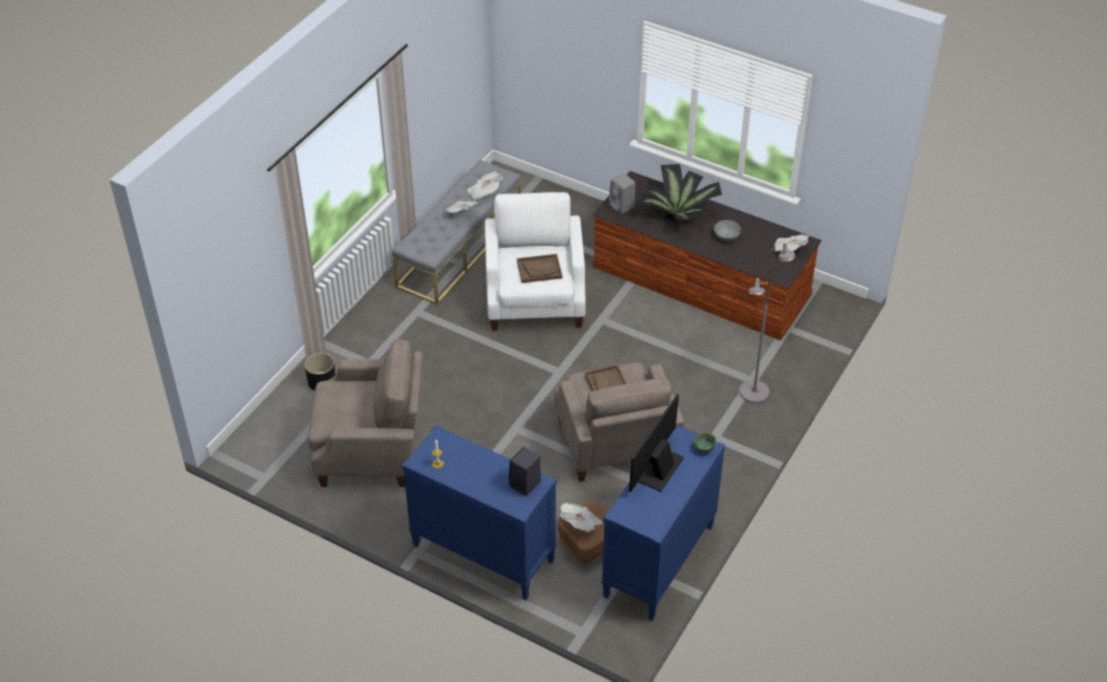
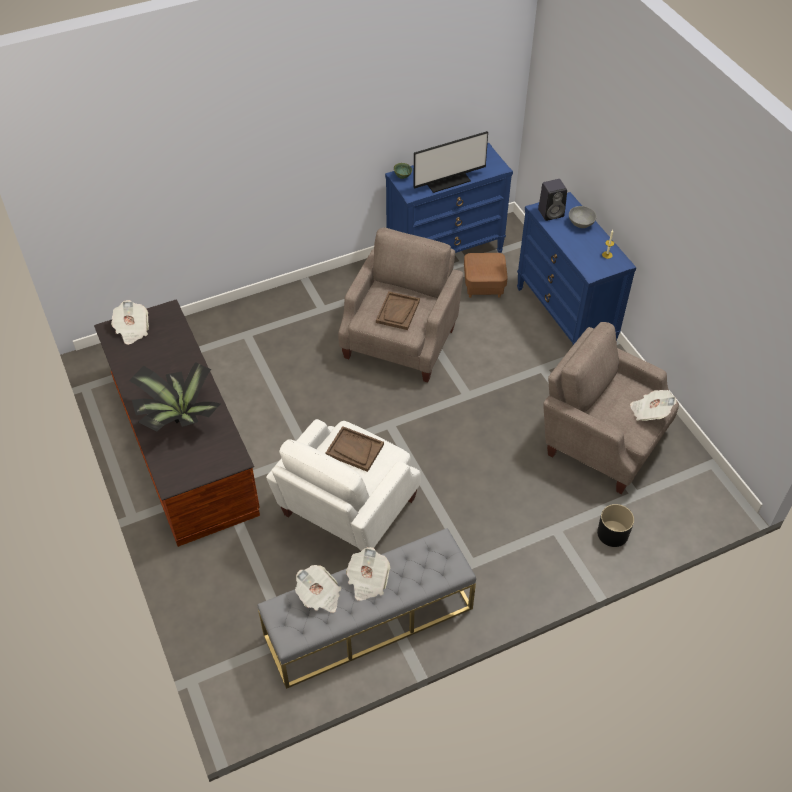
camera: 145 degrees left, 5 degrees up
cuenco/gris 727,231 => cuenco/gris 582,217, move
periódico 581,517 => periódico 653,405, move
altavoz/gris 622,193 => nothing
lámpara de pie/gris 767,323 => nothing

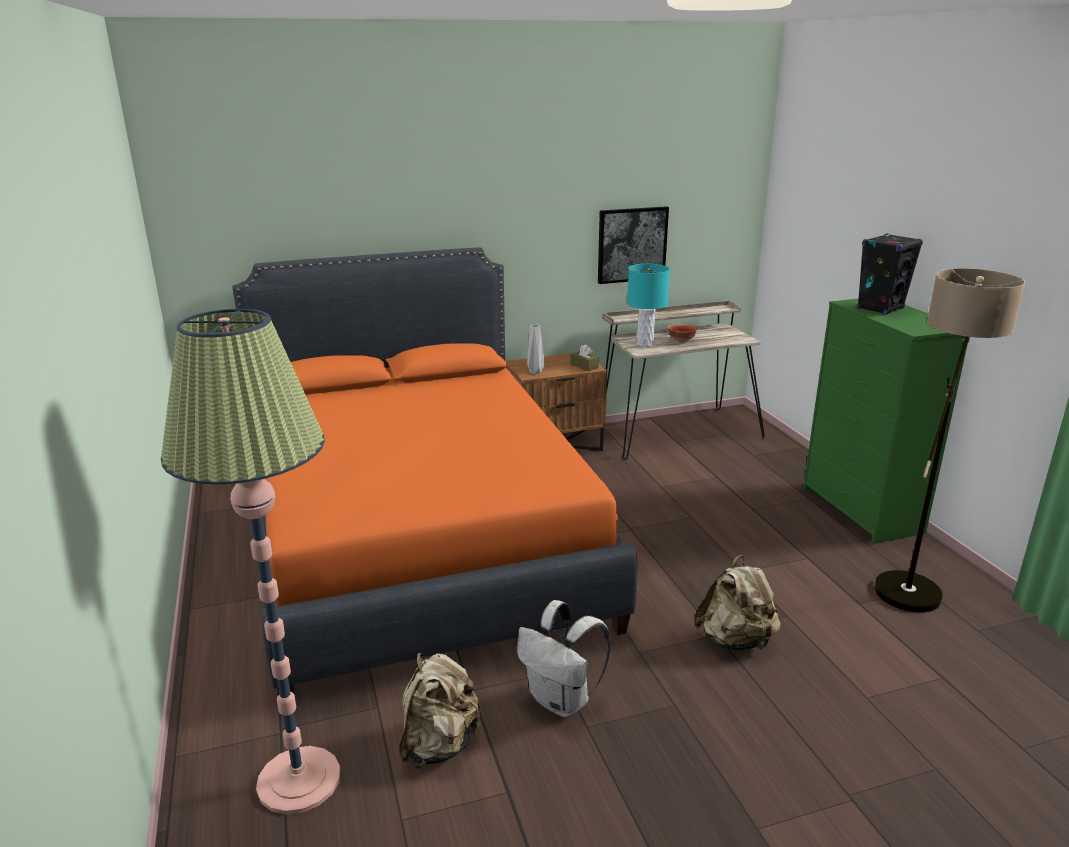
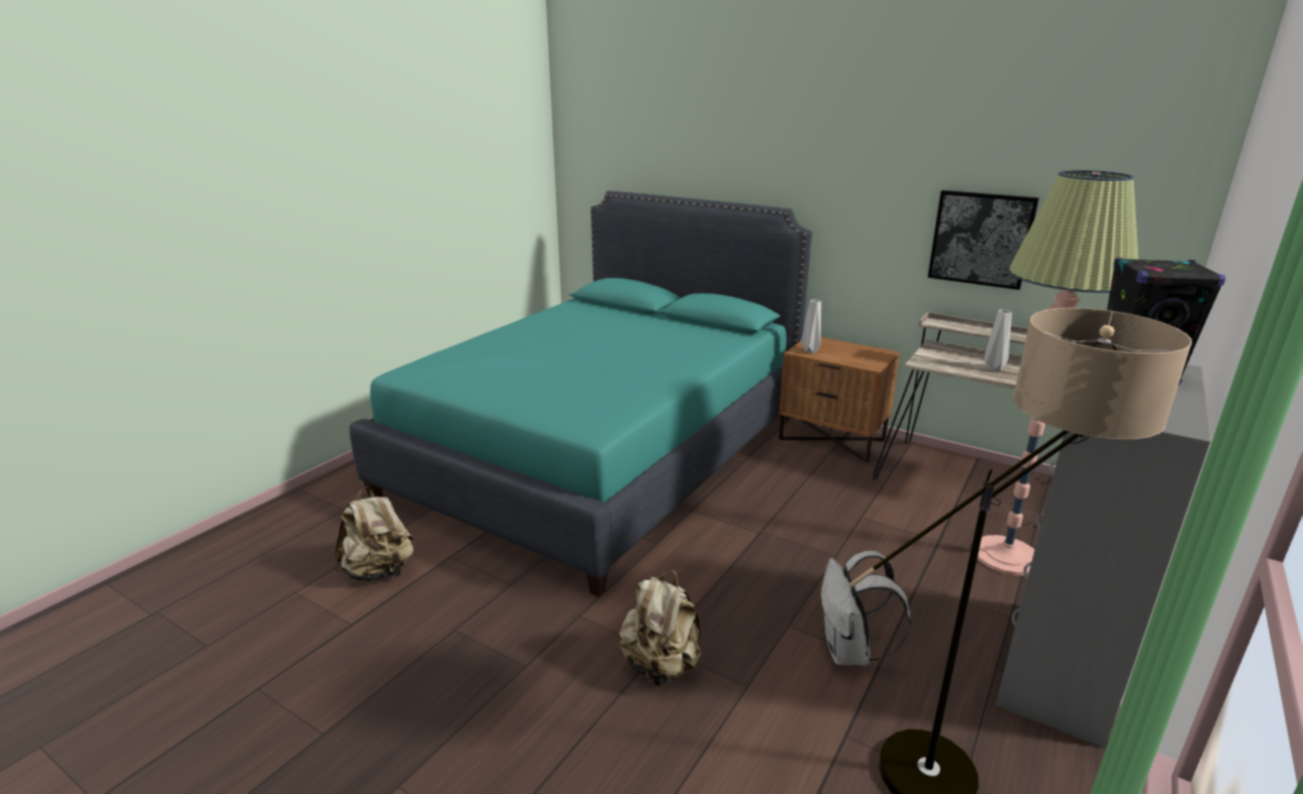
camera: 50 degrees right, 0 degrees up
cama/naranja 435,471 => cama/turquesa 580,394
mochila/blanco 564,659 => mochila/blanco 866,608, move
lámpara de pie 250,562 => lámpara de pie 1057,373, move
cuenco 682,333 => florero/gris 998,340
cómoda/verde 886,421 => cómoda/gris 1103,556
caja de pañuelos/marrón 584,357 => nothing
lámpara de mesa/turquesa 648,305 => nothing

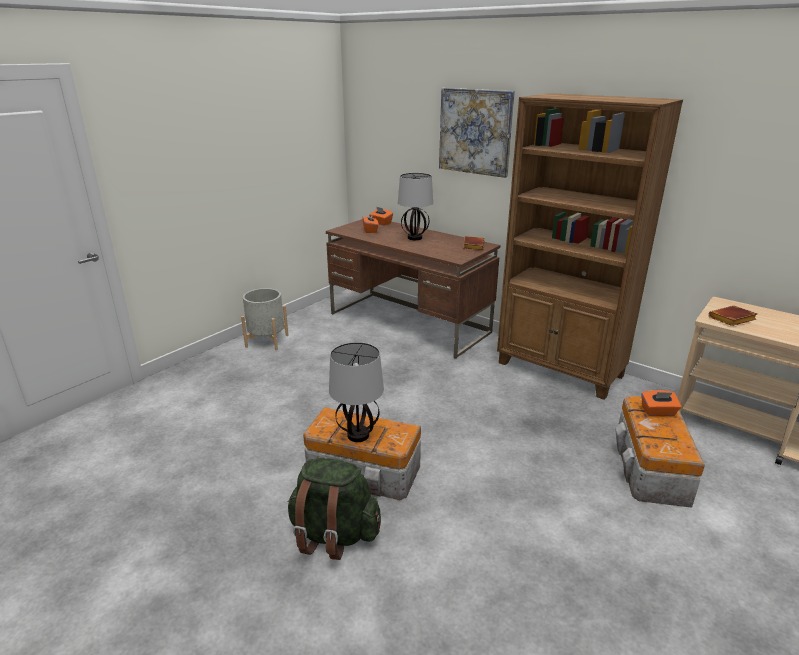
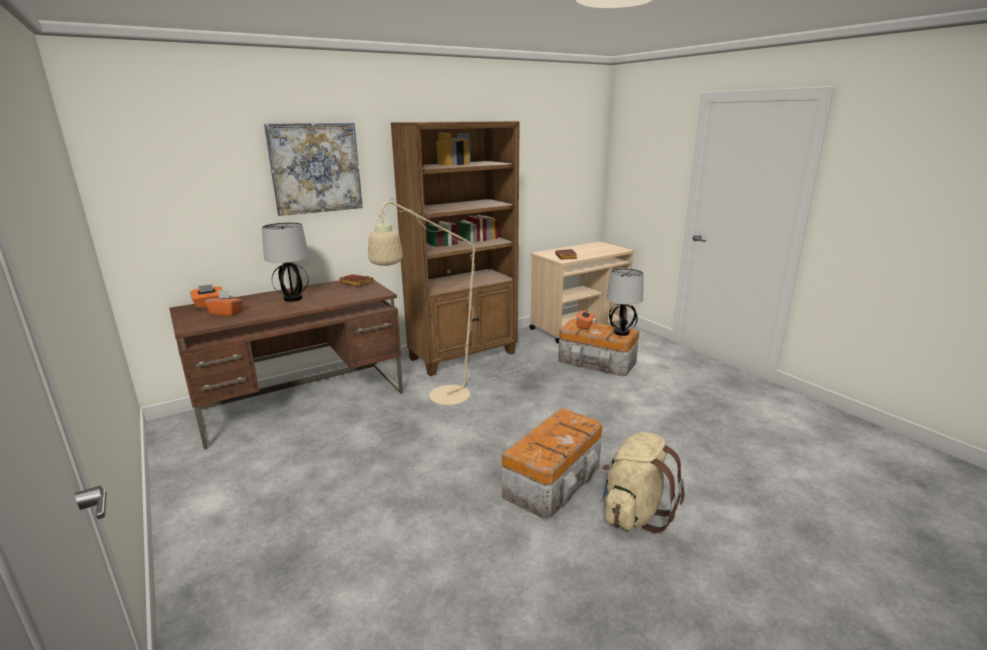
camera: 70 degrees left, 5 degrees down
nothing => lámpara de pie/beis 450,302
mochila/verde 334,509 => mochila/beis 643,482
lámpara de mesa 356,392 => lámpara de mesa 624,302, move
maceta/gris 265,319 => nothing

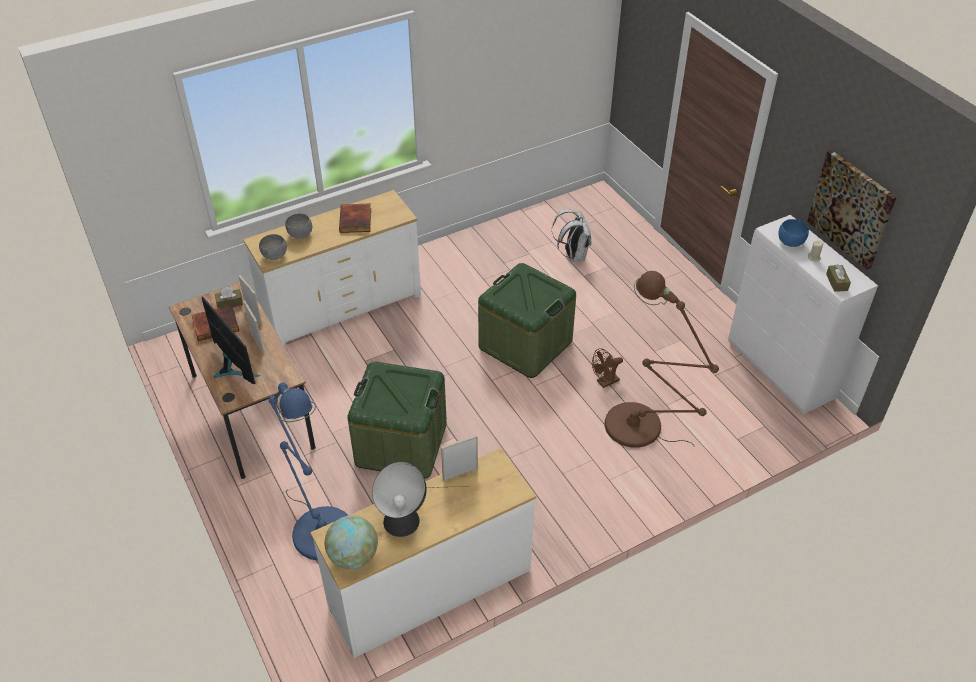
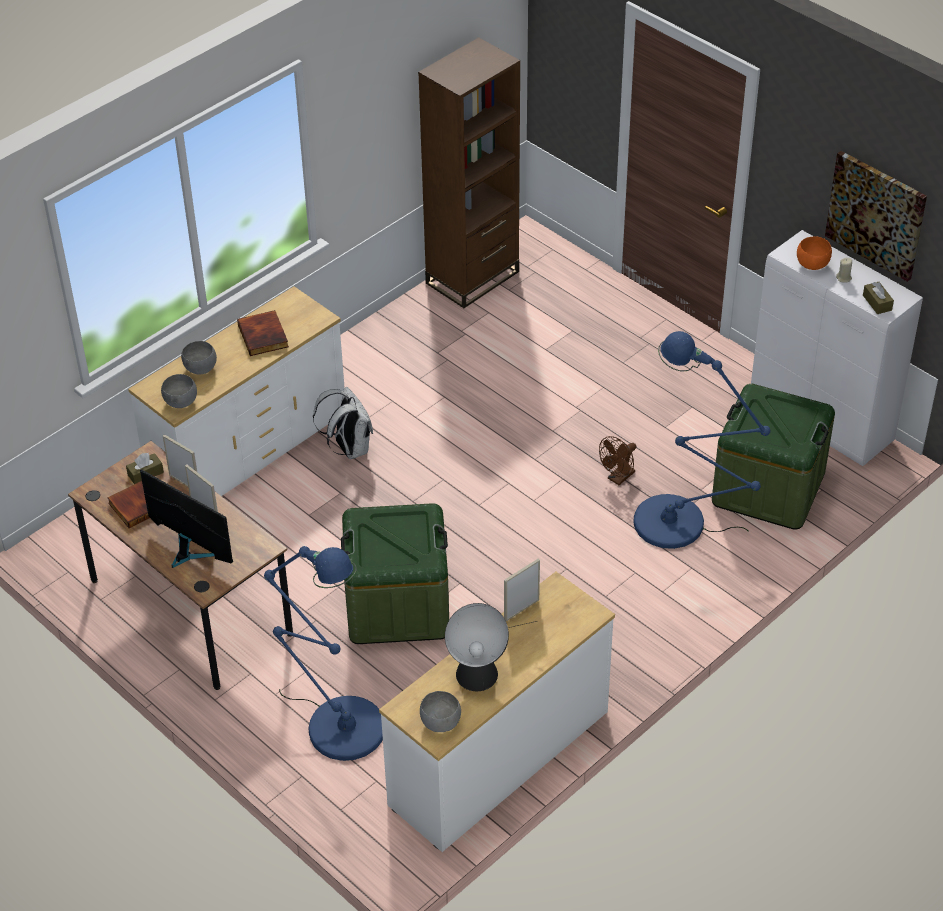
camera: 15 degrees left, 0 degrees up
mochila/blanco 571,235 => mochila/blanco 343,423, move
nothing => estantería/marrón 469,172
globo terráqueo 351,542 => cuenco/gris 440,711
lámpara de pie/marrón 662,359 => lámpara de pie/azul 702,440
caja de almacenaje/verde 527,320 => caja de almacenaje/verde 773,457, move
cuenco/azul 793,233 => cuenco/naranja 814,253

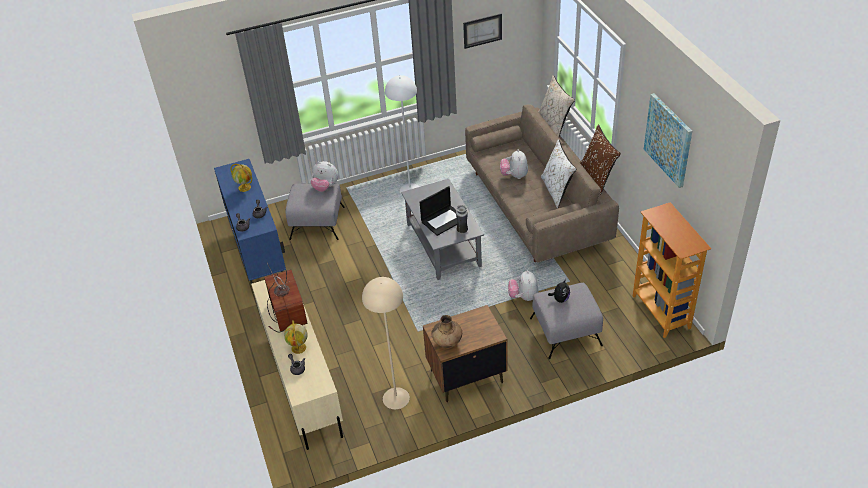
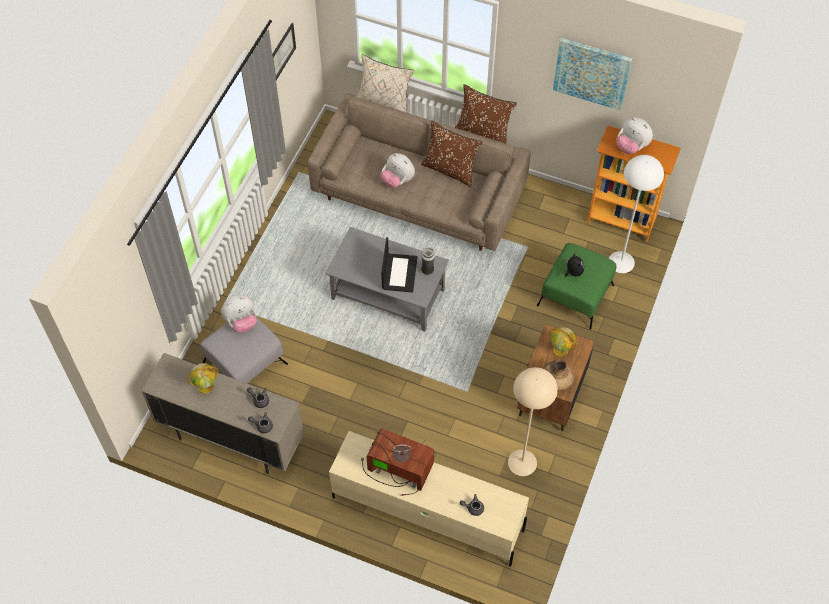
camera: 50 degrees left, 15 degrees up
armario/azul 250,221 => armario/beis 223,413
cojín/blanco 558,173 => cojín/marrón 451,153
puf/gris 566,321 => puf/verde 576,286
globo terráqueo 295,337 => globo terráqueo 563,341, move
lámpara de pie/blanco 402,134 => lámpara de pie/blanco 636,214, move
peluche 523,285 => peluche 634,135, move

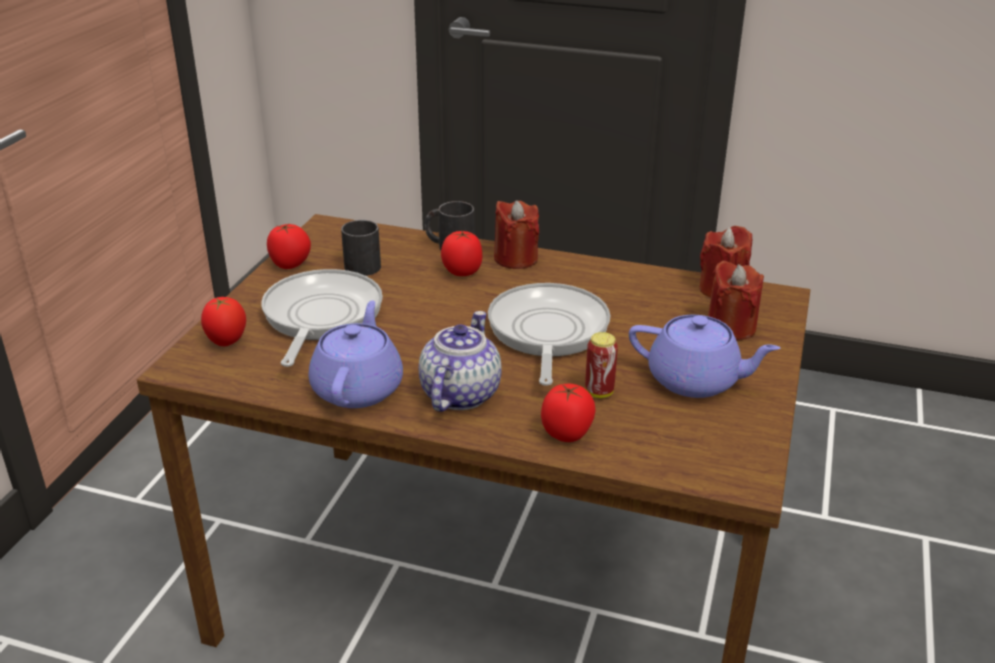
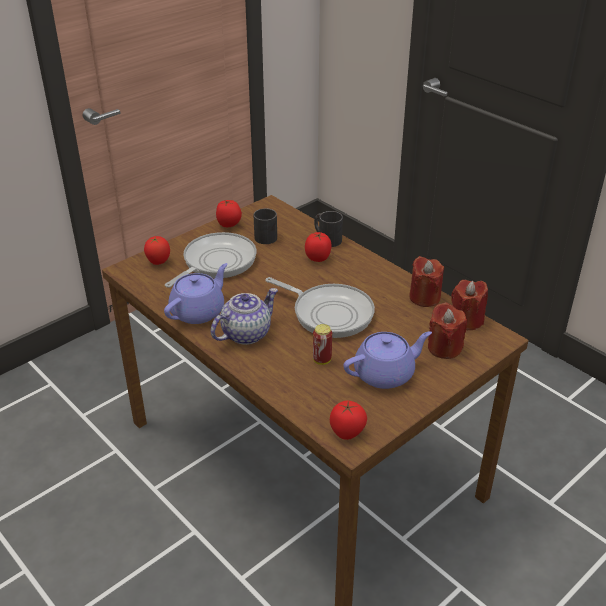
camera: 30 degrees right, 5 degrees up
sartén 549,334 => sartén 320,307, 90 degrees clockwise
tomate 568,413 => tomate 348,420, move
tetera/morado 704,356 => tetera/morado 387,360, 75 degrees counterclockwise
vela/rojo 516,234 => vela/rojo 426,281, move

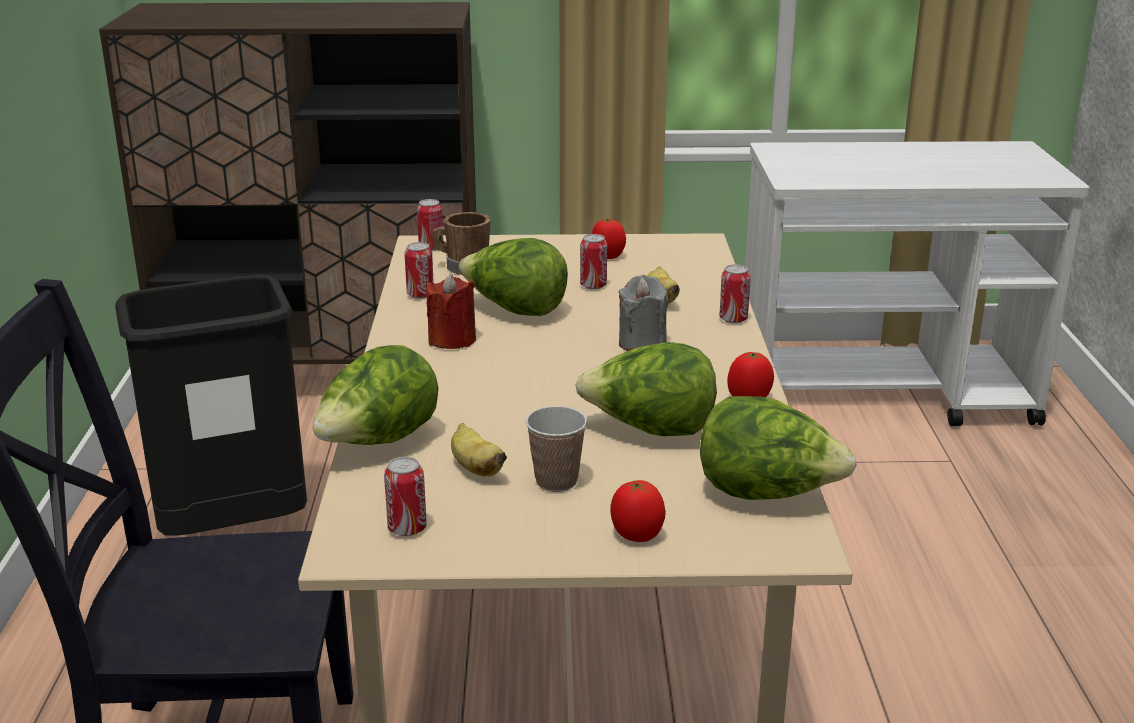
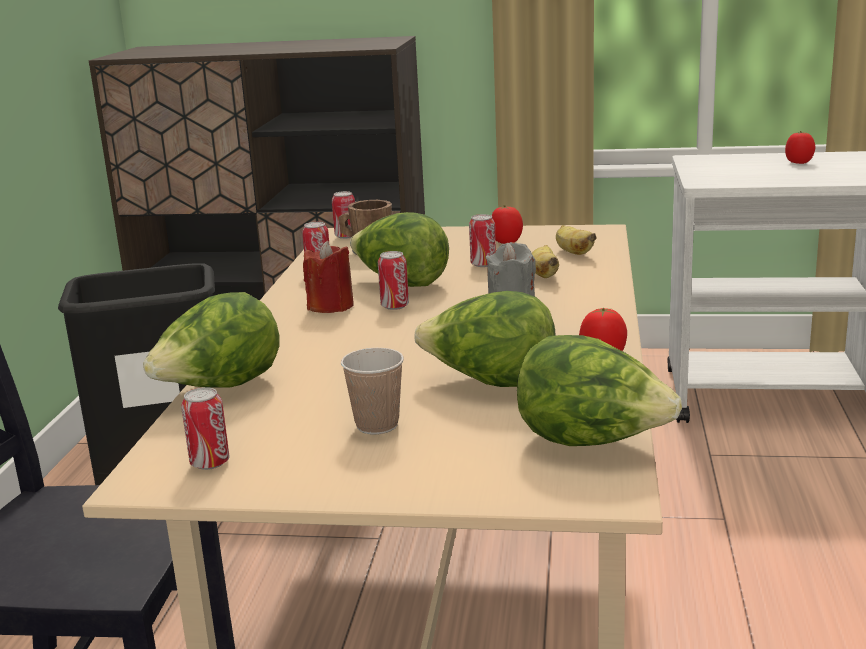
camera: 10 degrees right, 5 degrees down
lata 735,294 => lata 393,280, move
plátano 479,450 => plátano 576,240, move
tomate 638,511 => tomate 800,147, move

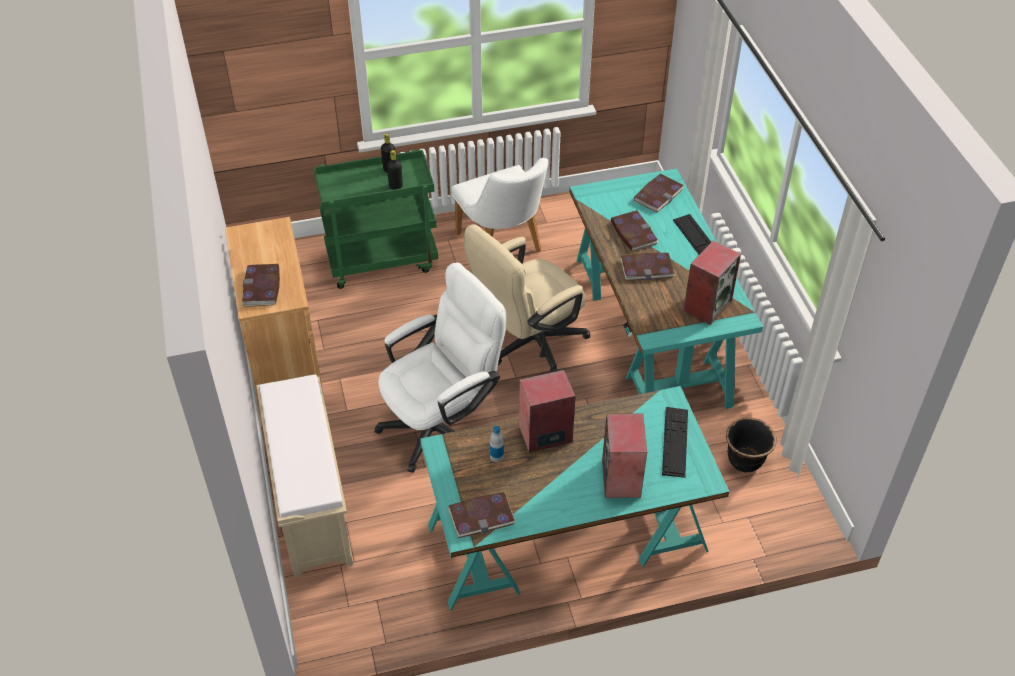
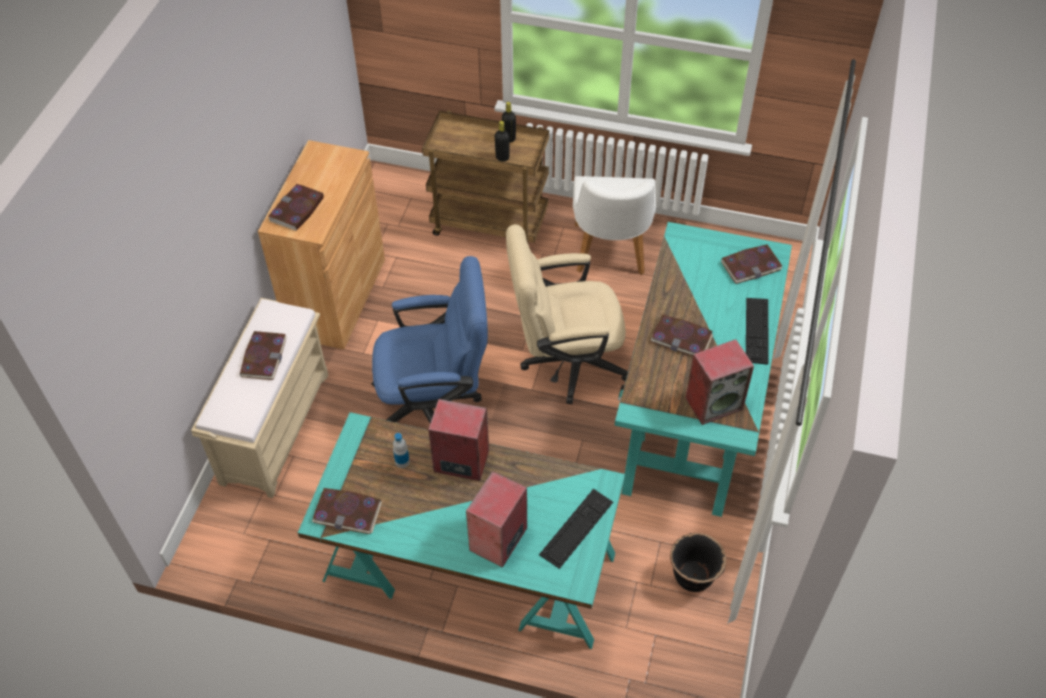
camera: 30 degrees right, 5 degrees up
libro 635,230 => libro 263,355, move
silla de oficina/blanco 441,367 => silla de oficina/azul 429,339
carrito/verde 376,219 => carrito/marrón 485,176

